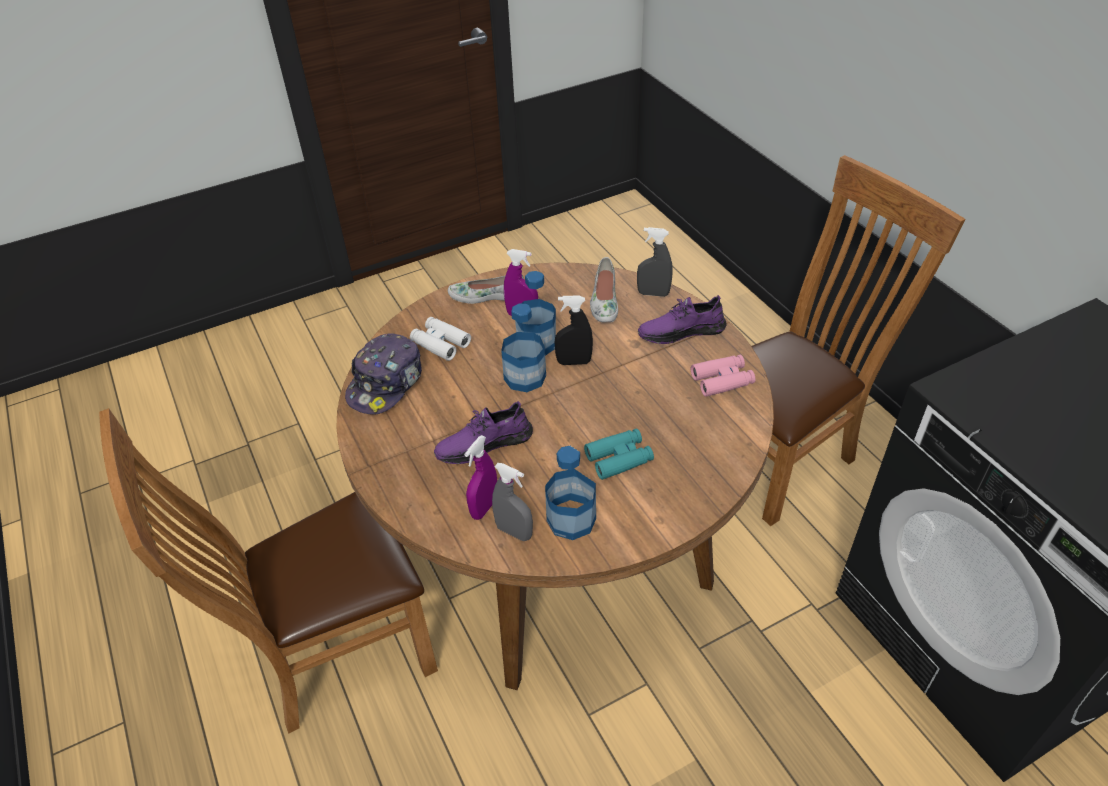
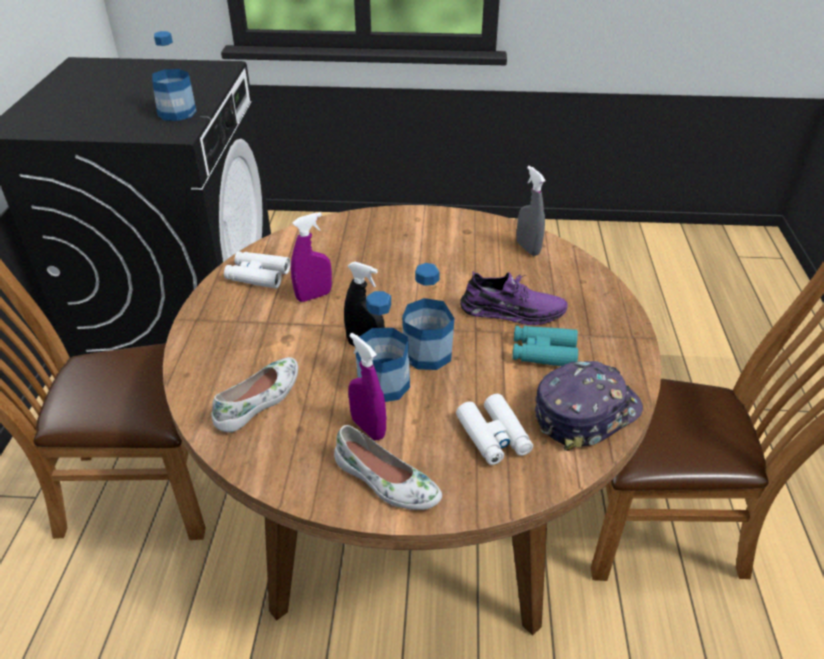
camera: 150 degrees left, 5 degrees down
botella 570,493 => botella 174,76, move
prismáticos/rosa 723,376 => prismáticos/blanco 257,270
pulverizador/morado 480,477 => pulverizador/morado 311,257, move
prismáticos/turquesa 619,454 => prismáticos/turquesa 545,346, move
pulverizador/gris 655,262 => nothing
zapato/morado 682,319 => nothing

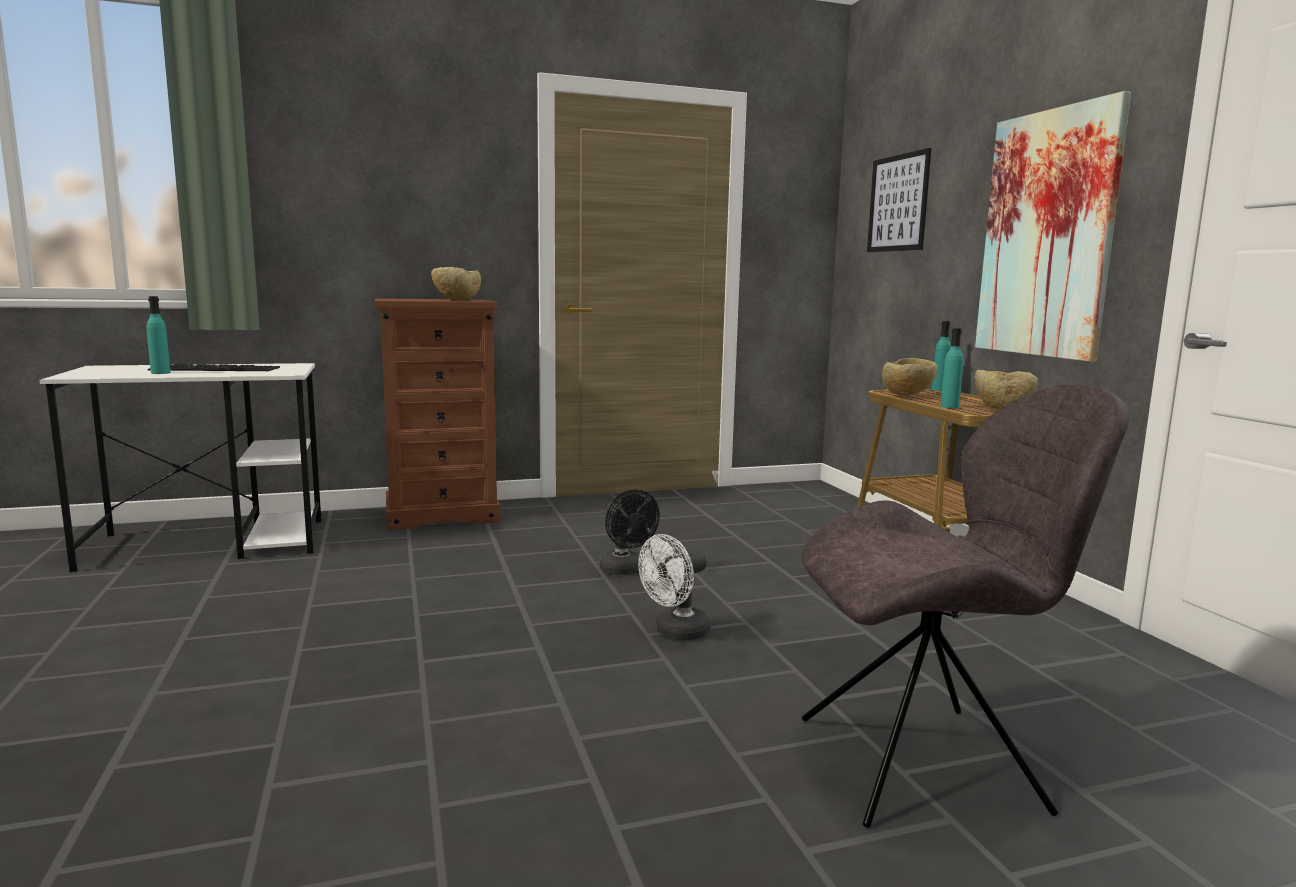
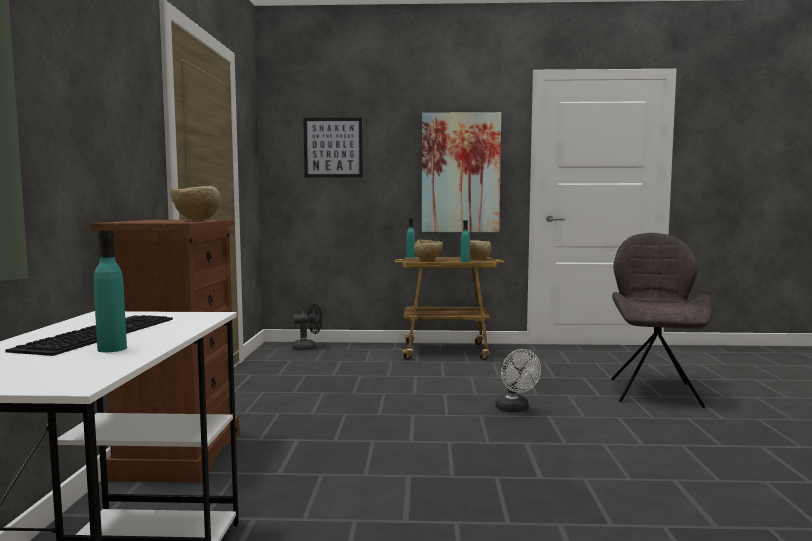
camera: 70 degrees left, 5 degrees down
ventilador/negro 629,532 => ventilador/negro 307,327, move

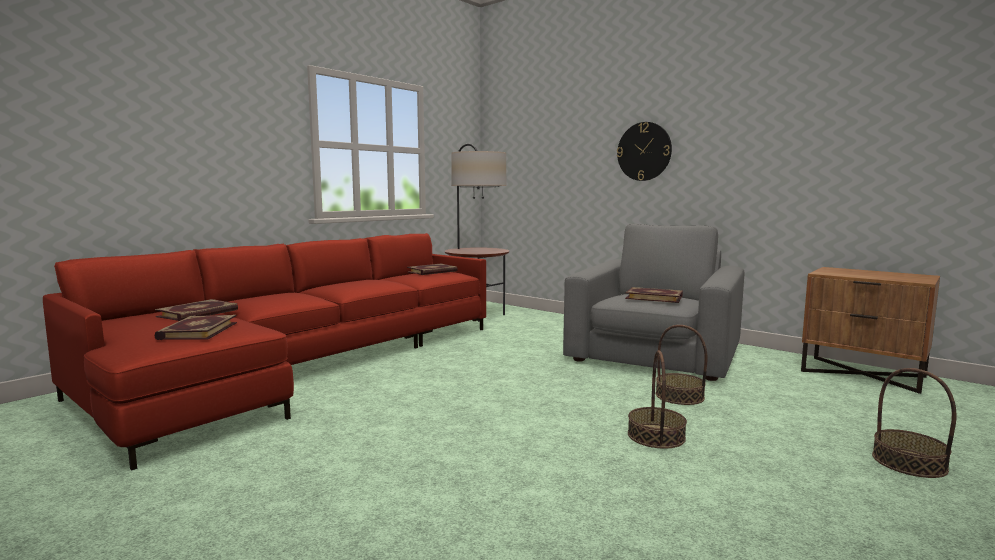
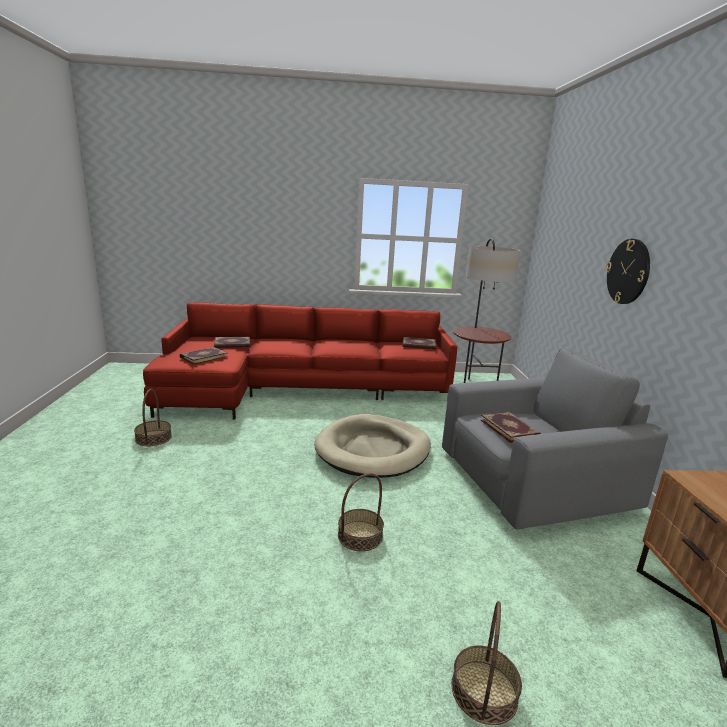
camera: 45 degrees right, 10 degrees up
cesta 682,365 => cesta 153,417, move
nothing => cama para perro/beis 372,446

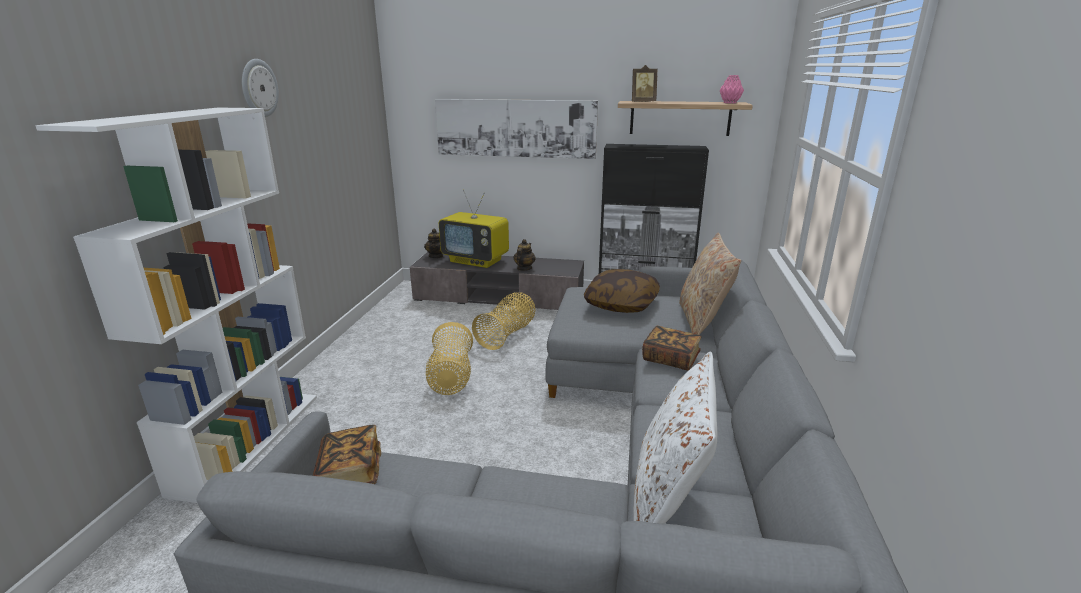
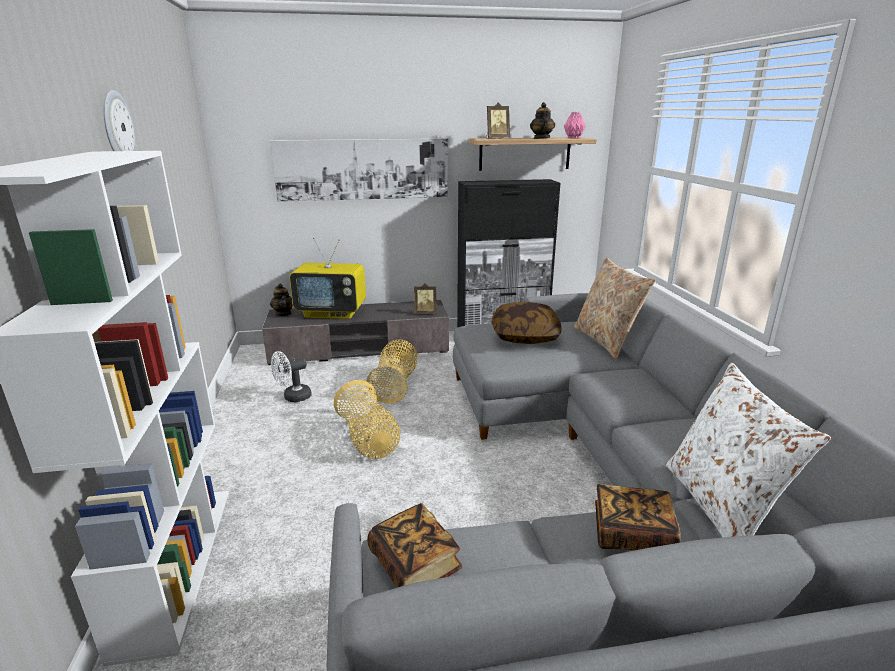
camera: 20 degrees left, 0 degrees up
nothing => ventilador/blanco 291,376
nothing => portarretratos 425,298
tetera 525,255 => tetera 542,120, move
libro 672,348 => libro 638,517, move

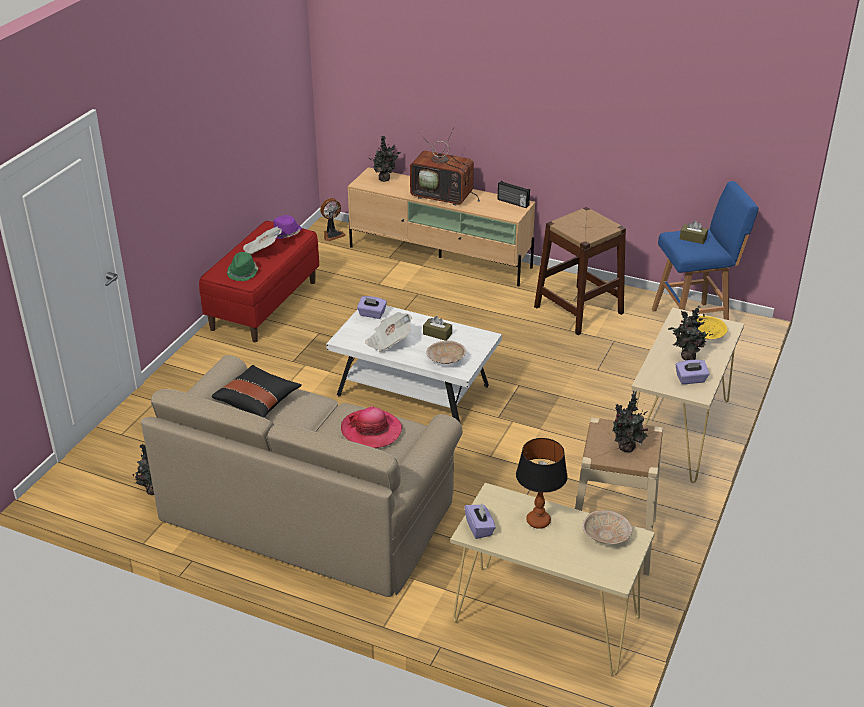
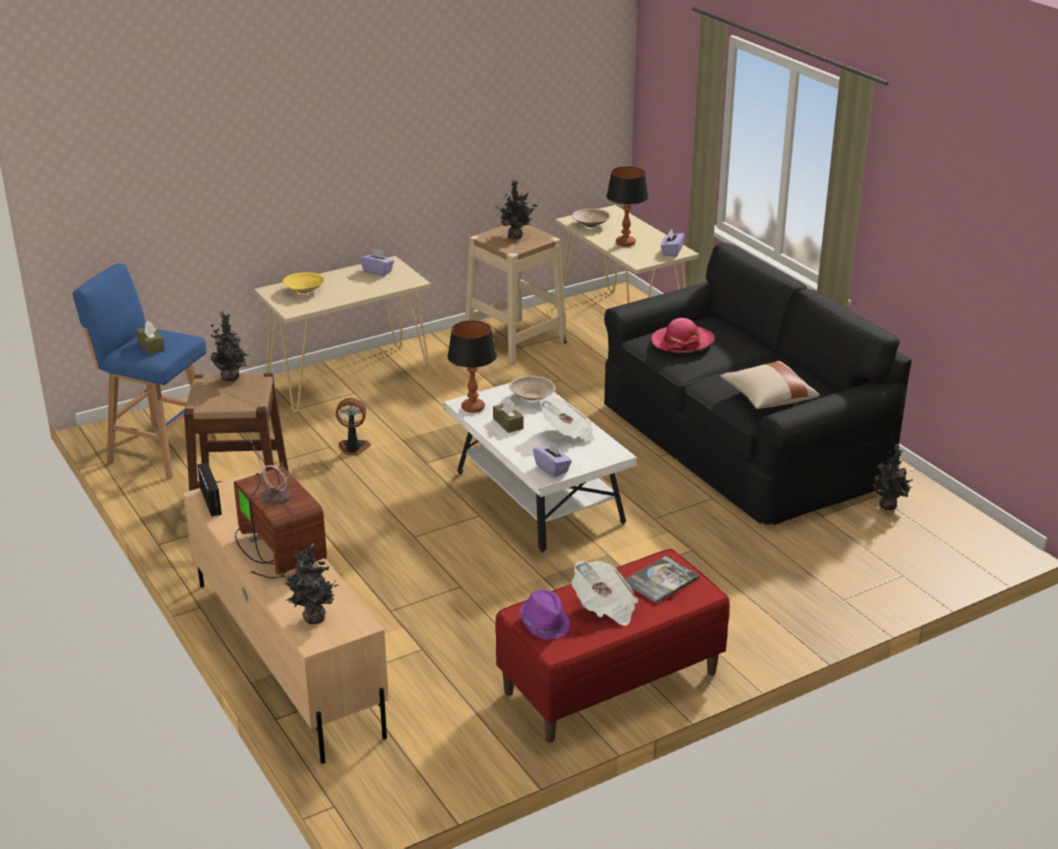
camera: 145 degrees left, 5 degrees down
planta en maceta 690,333 => planta en maceta 230,346, move
ventilador 333,219 => ventilador 353,426, move
nothing => lámpara de mesa 472,366
sofá/beis 301,476 => sofá/negro 758,384
sombrero/verde 243,266 => libro 662,579
cojín/negro 257,391 => cojín/beis 770,385

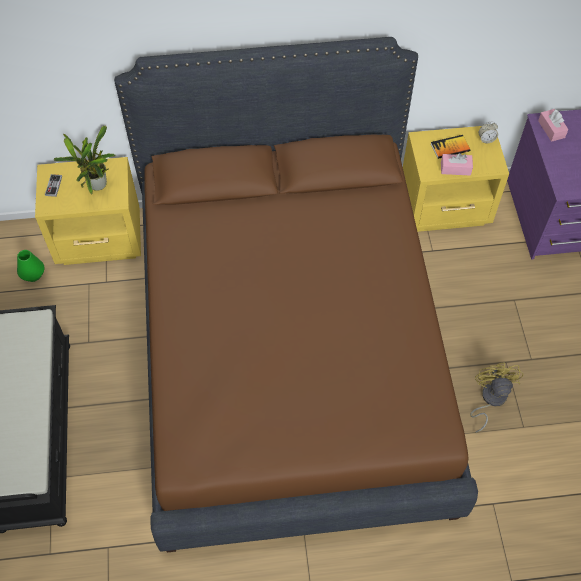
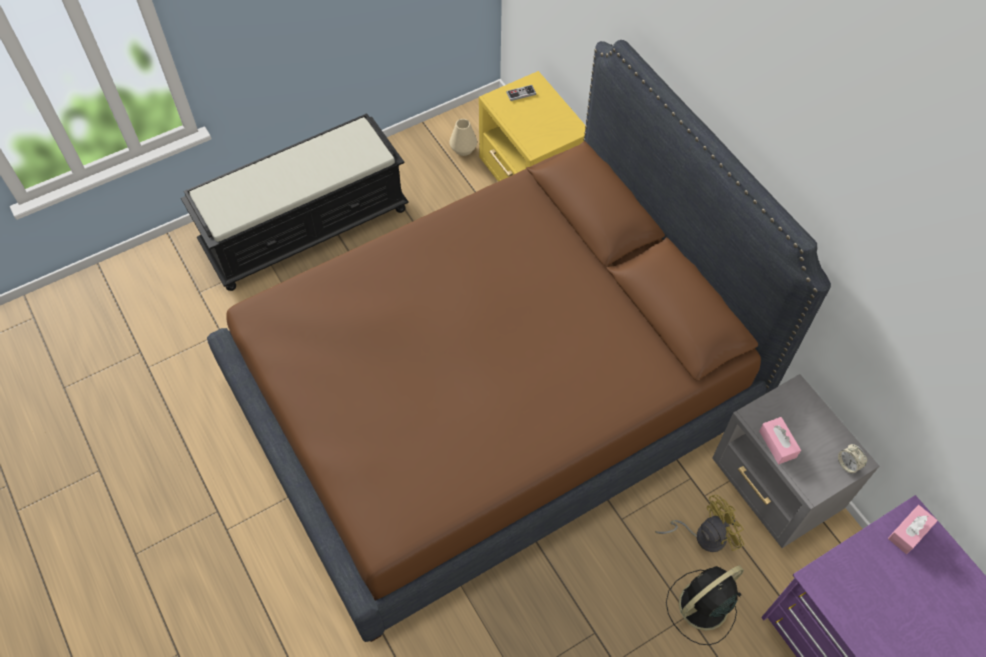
camera: 65 degrees right, 0 degrees up
florero/verde 30,266 => florero/beis 463,137
ventilador/amarillo 497,398 => ventilador/amarillo 699,523, move
nothing => ventilador/negro 705,605
mesita de noche/amarillo 456,179 => mesita de noche/gris 795,461
planta en maceta 85,160 => nothing
libro 450,147 => nothing

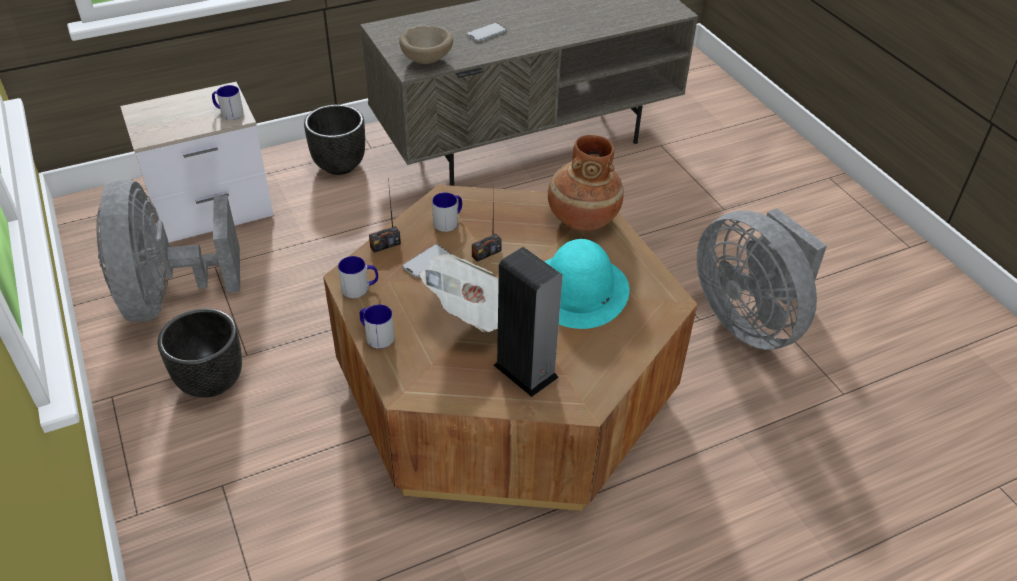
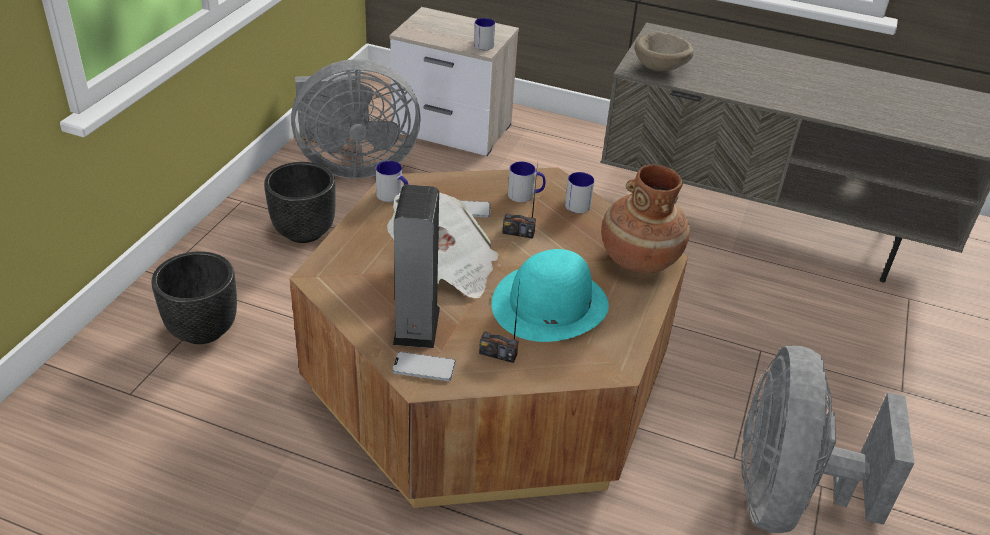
camera: 45 degrees right, 5 degrees down
maceta/negro 334,139 => maceta/negro 194,297, move
ventilador/gris 168,251 => ventilador/gris 356,118, 135 degrees counterclockwise
móvil 486,32 => móvil 424,366, move
radio 385,215 => radio 499,321, move
taza grande 377,326 => taza grande 579,192, move

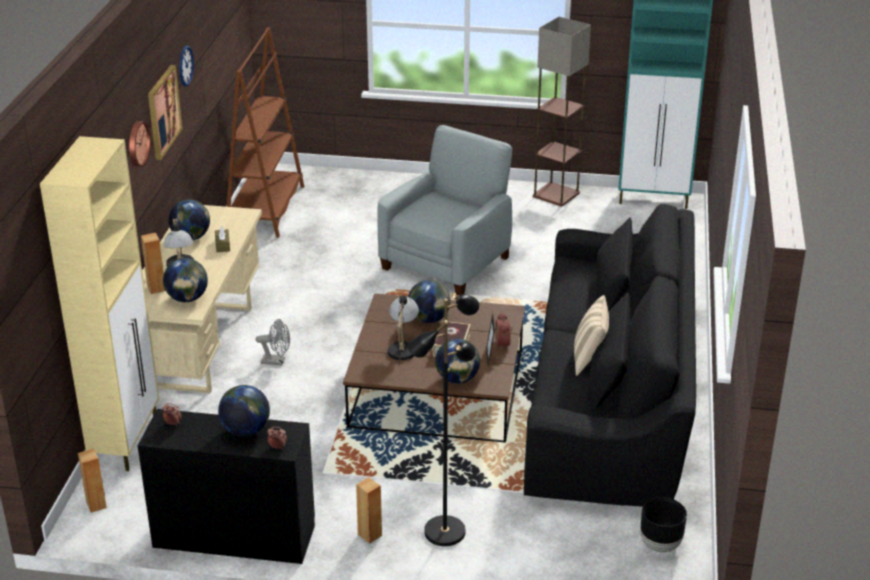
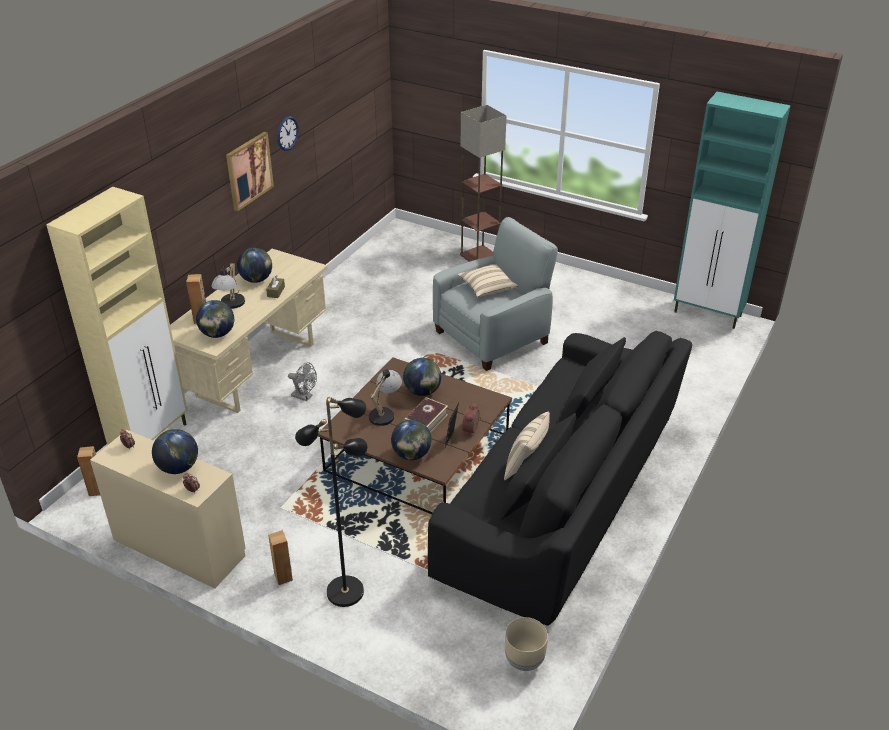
camera: 20 degrees right, 5 degrees up
escritorio/negro 226,486 => escritorio/beis 168,509
nothing => cojín/beis 487,280
lámpara de pie 562,111 => lámpara de pie 483,183, move
maceta/negro 663,524 => maceta/beis 526,644
reloj de pared 140,144 => nothing
estantería/marrón 265,132 => nothing

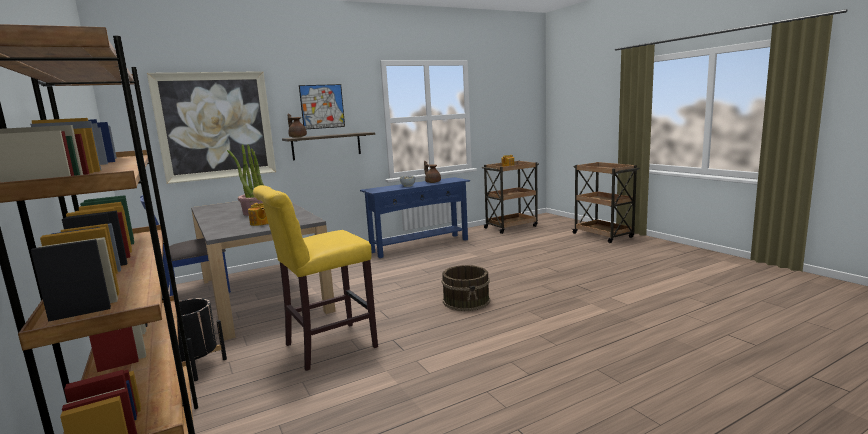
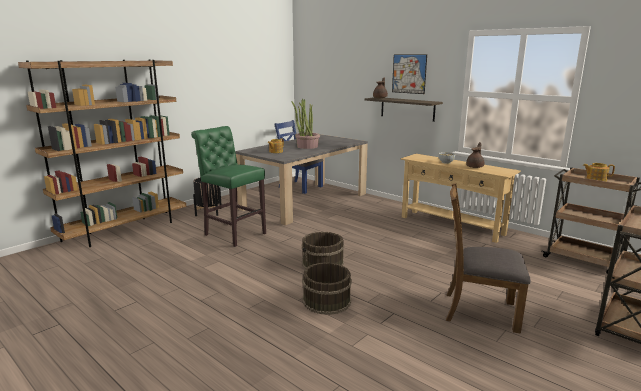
camera: 70 degrees right, 5 degrees up
taburete/amarillo 315,278 => taburete/verde 228,186
nothing => cubo/marrón 327,288
mesa consola/azul 415,217 => mesa consola/beis 460,198
nothing => silla/marrón 488,258
cuadro 211,127 => nothing

